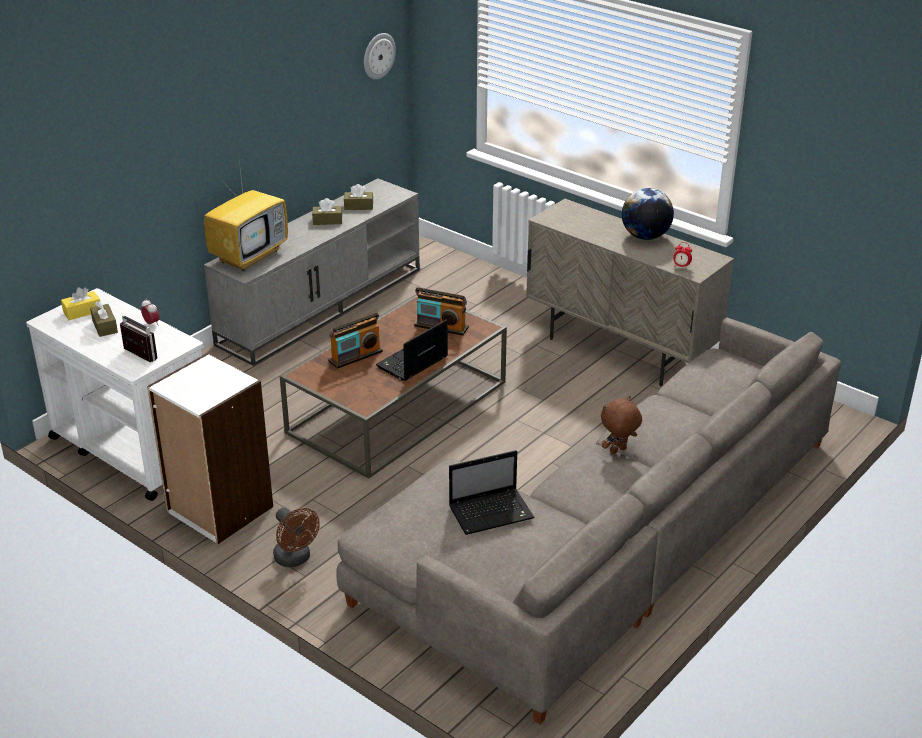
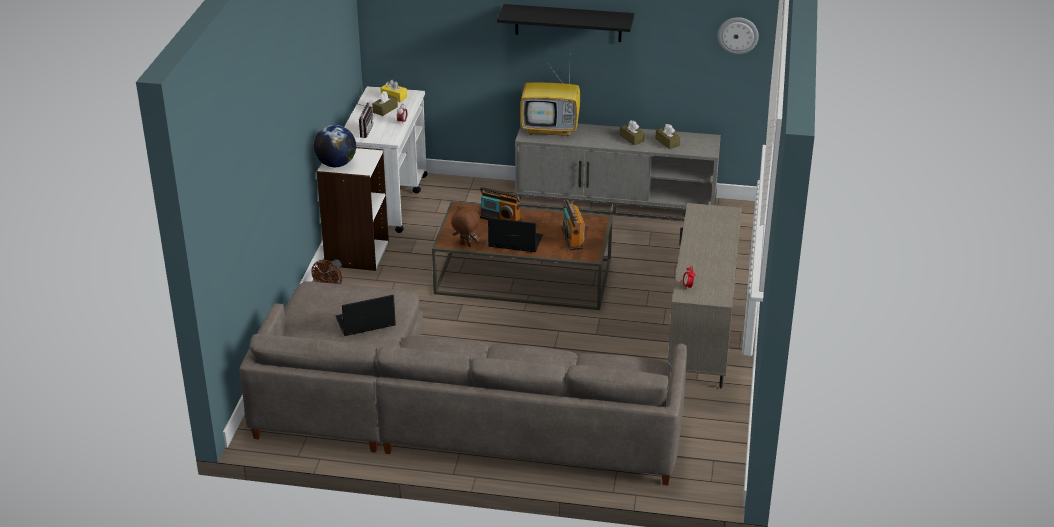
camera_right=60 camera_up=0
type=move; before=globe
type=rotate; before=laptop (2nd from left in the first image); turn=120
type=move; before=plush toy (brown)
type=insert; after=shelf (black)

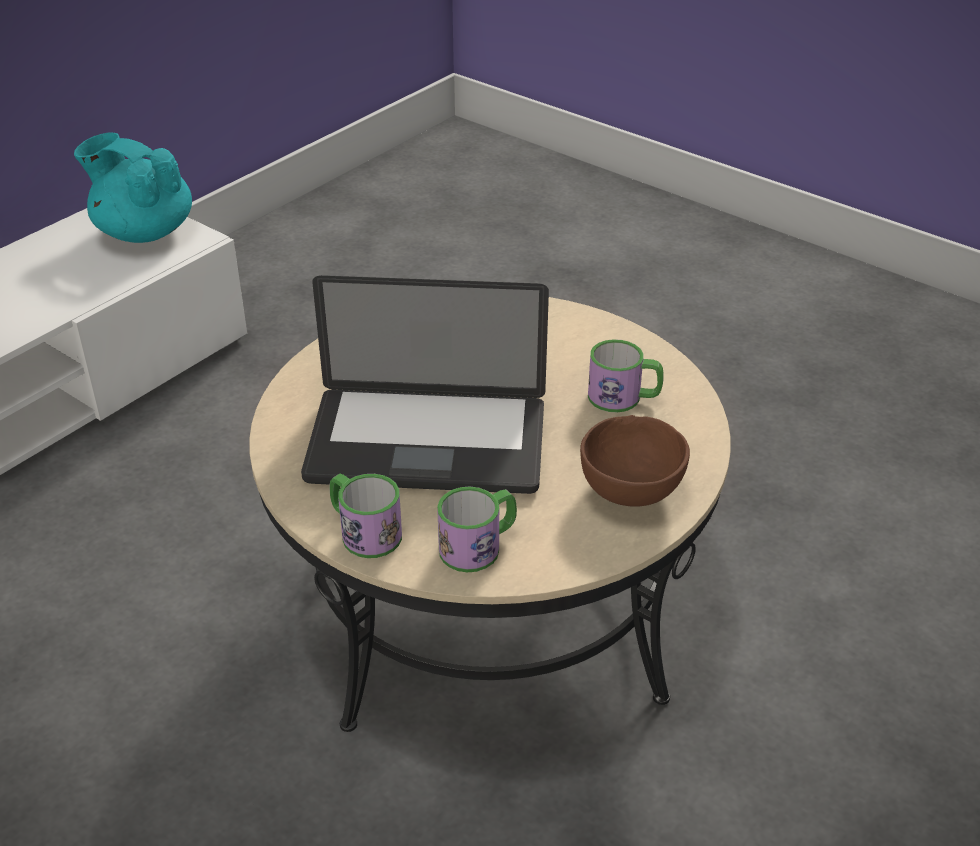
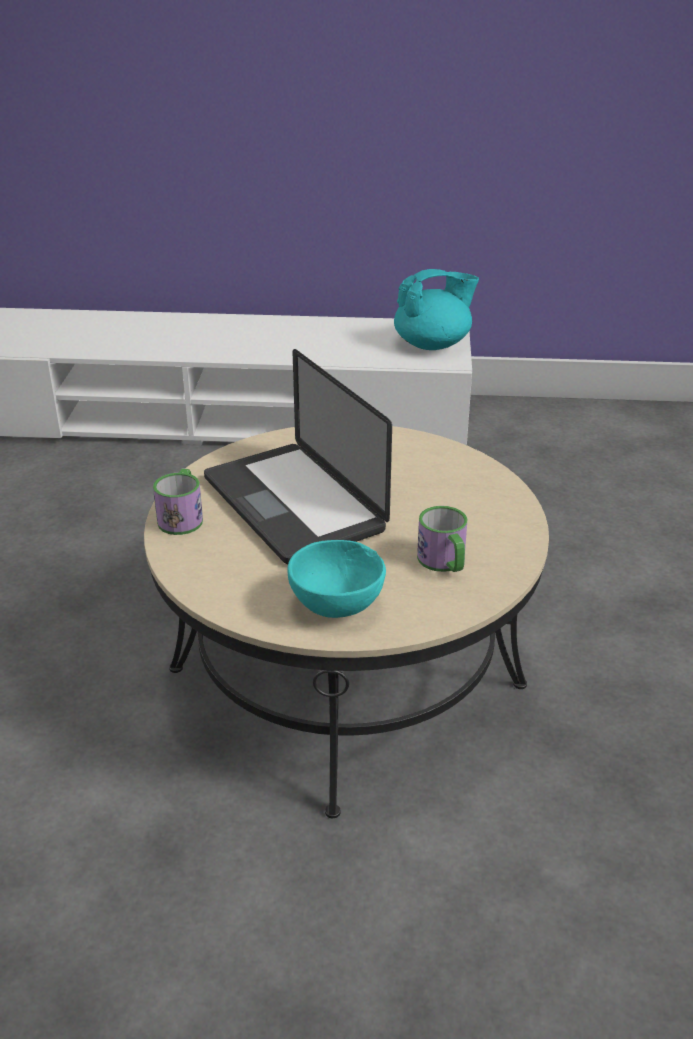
camera_right=55 camera_up=-5
type=recolor; before=bowl (brown); after=bowl (turquoise)
type=rotate; before=teapot (turquoise); turn=75
type=delete; before=mug (2nd from left)

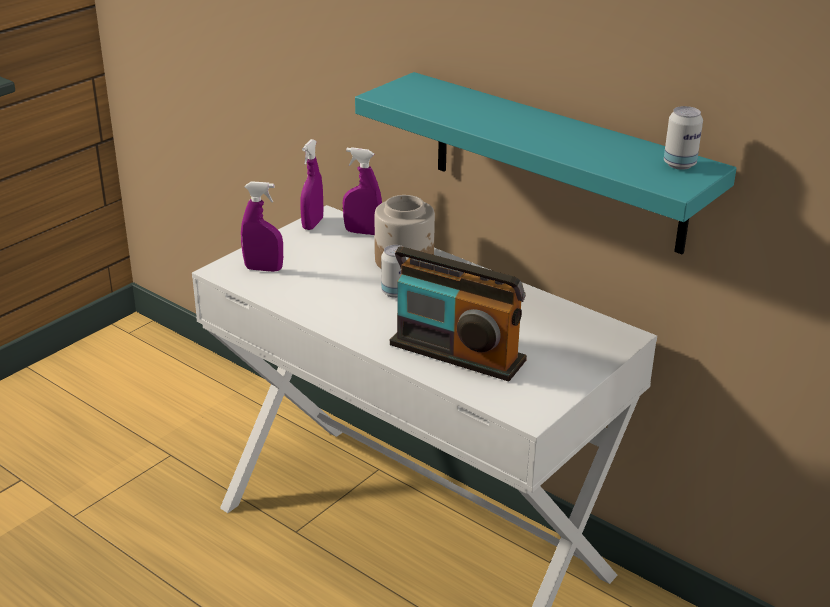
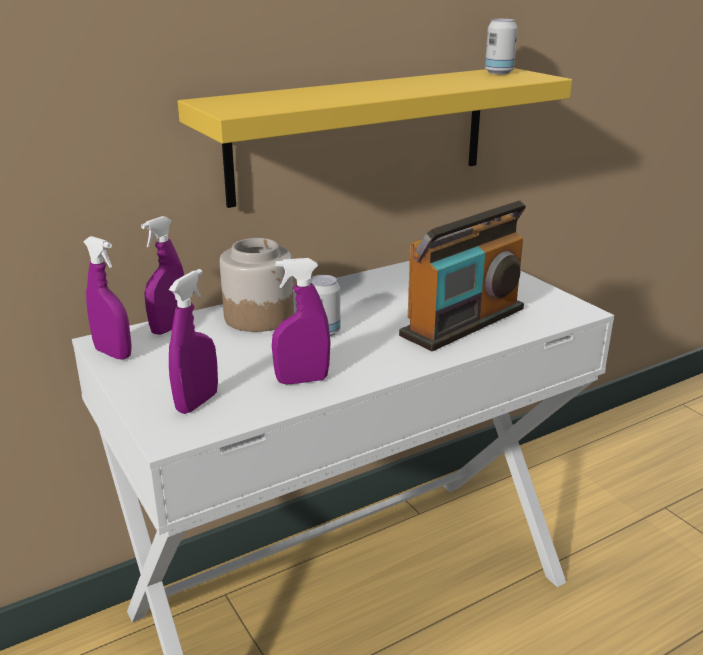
camera_right=-70 camera_up=-5
type=recolor; before=shelf (turquoise); after=shelf (yellow)
type=insert; after=spray bottle (purple) (4th from left)

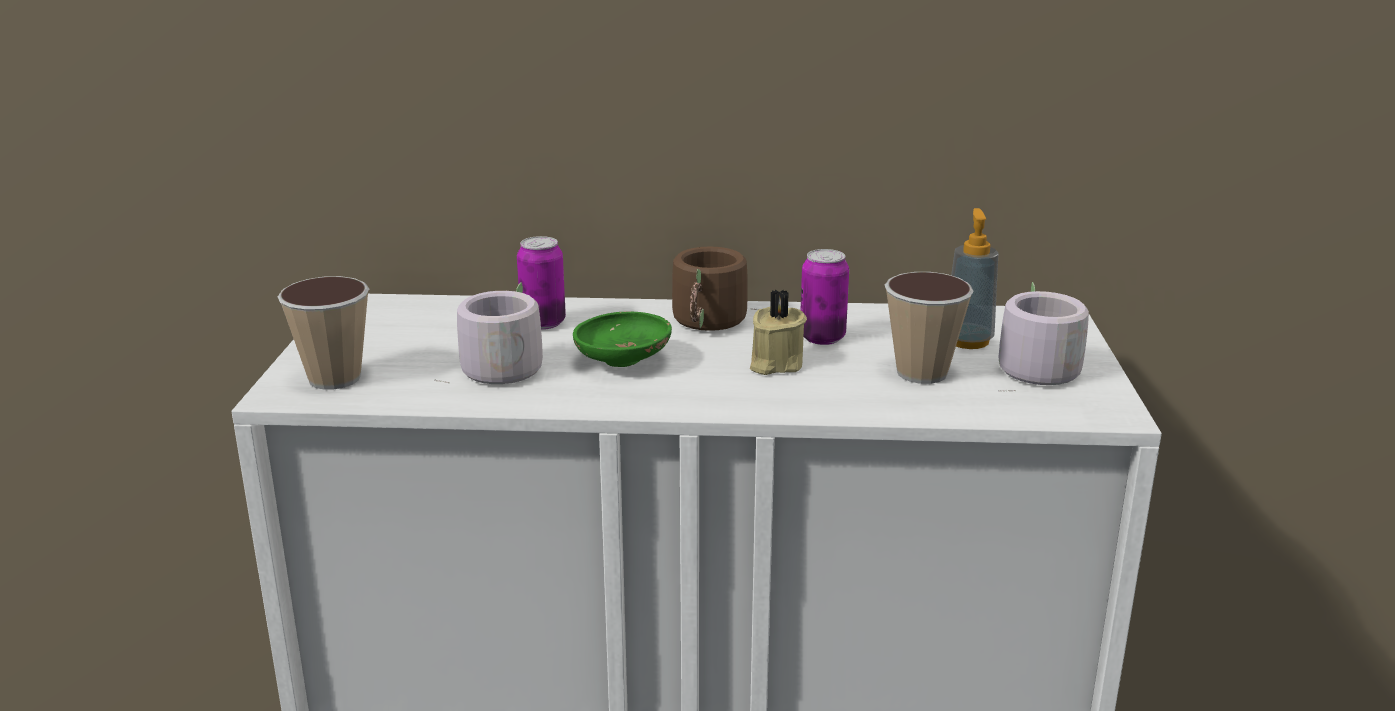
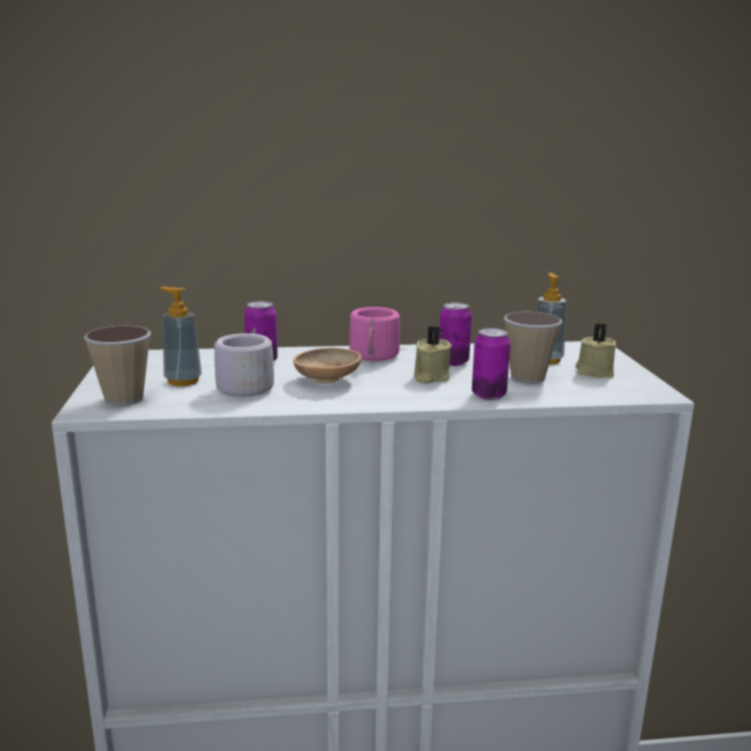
camera_right=-10 camera_up=-5
type=insert; after=soap dispenser (1st from left)
type=recolor; before=bowl (green); after=bowl (brown)
type=recolor; before=mug (brown); after=mug (pink)
type=insert; after=can (3rd from left)
type=replace; before=mug (grey) (2nd from left); after=candle (beige) (2nd from left)

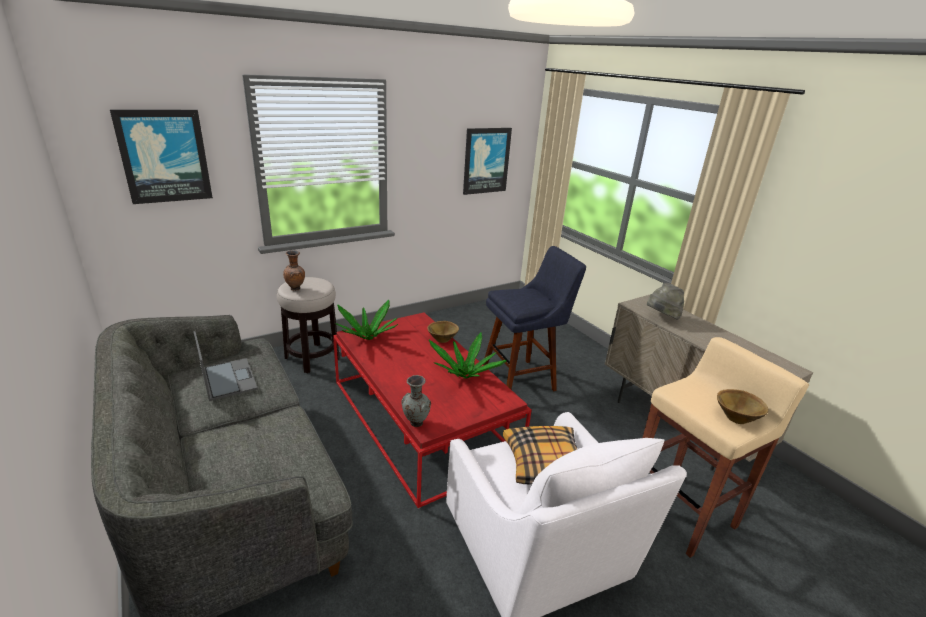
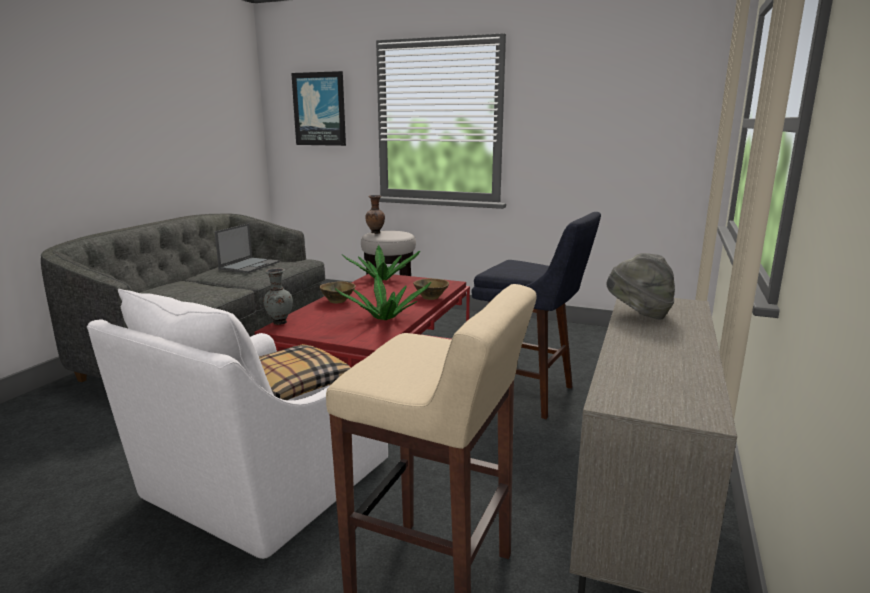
camera_right=55 camera_up=-10
type=move; before=bowl (brown) (2nd from left in the first image); after=bowl (brown) (1st from left)
type=delete; before=picture (2nd from left)

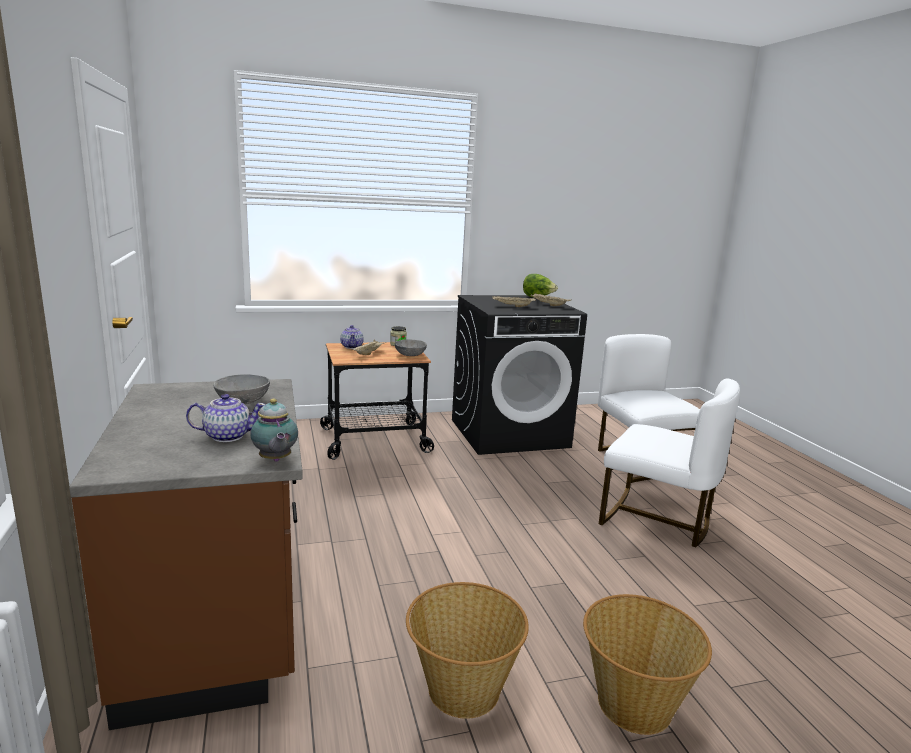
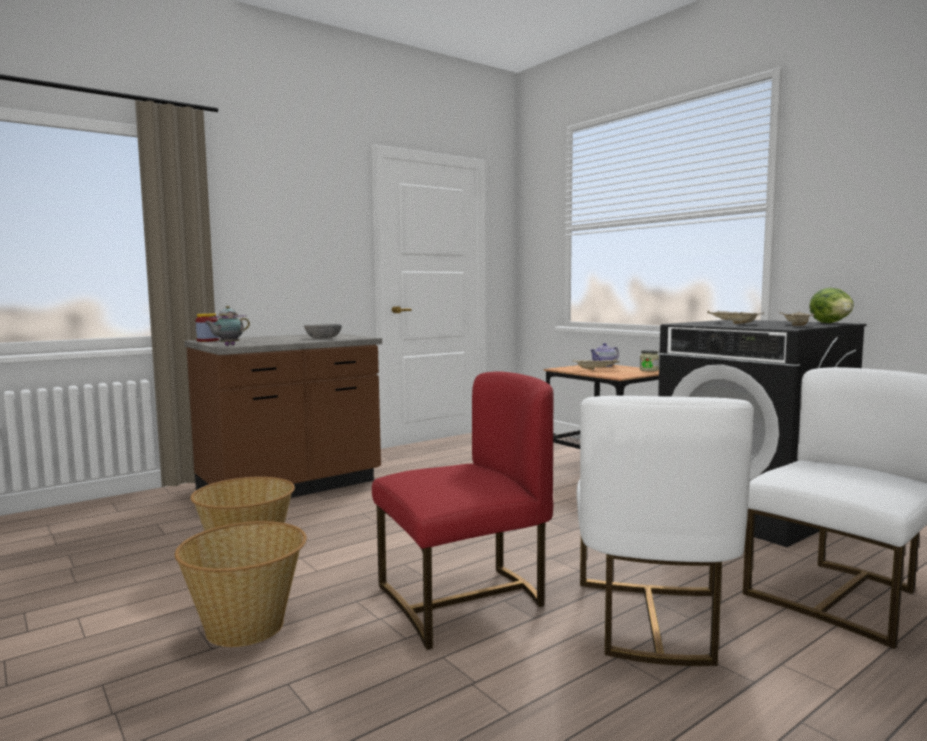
camera_right=70 camera_up=-10
type=insert; after=jar (1st from left)
type=insert; after=chair (red)
type=delete; before=teapot (1st from left)
type=delete; before=bowl (grey) (2nd from left)

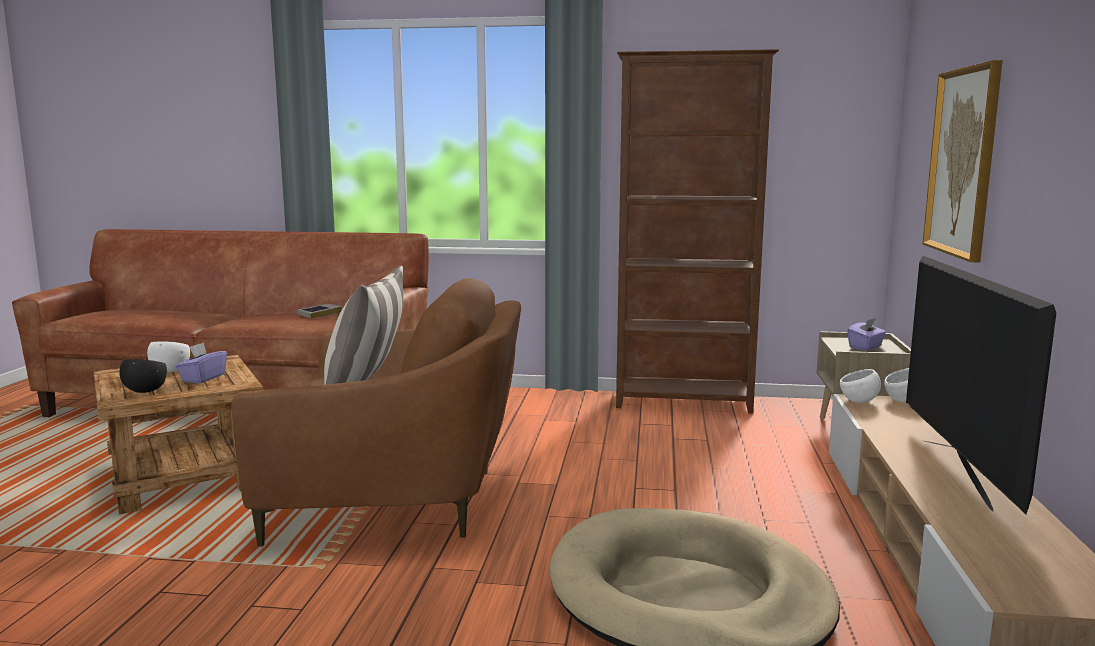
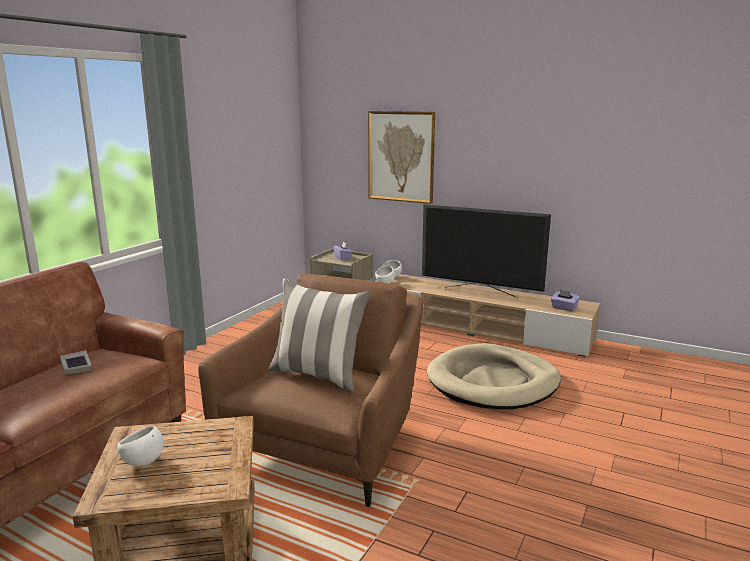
camera_right=-70 camera_up=5
type=move; before=tissue box (purple) (1st from left in the first image); after=tissue box (purple) (2nd from left)
type=delete; before=bowl (black)
type=delete; before=bookcase (brown)

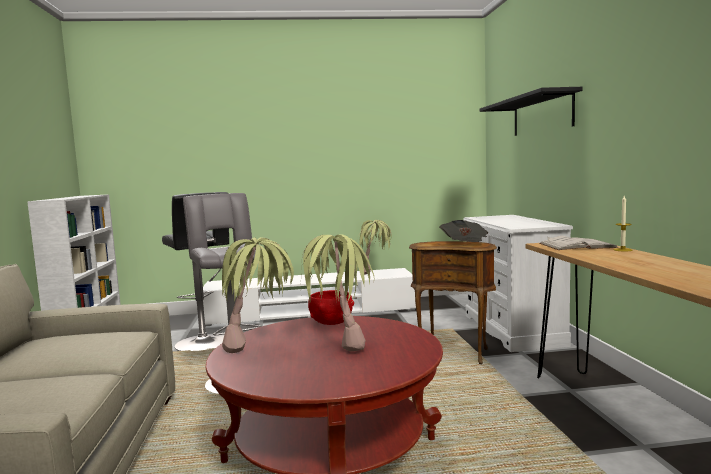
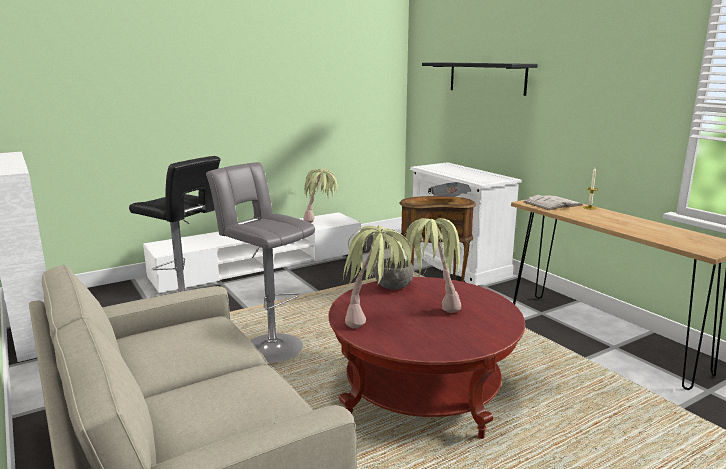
camera_right=-25 camera_up=10
type=recolor; before=bowl (red); after=bowl (grey)

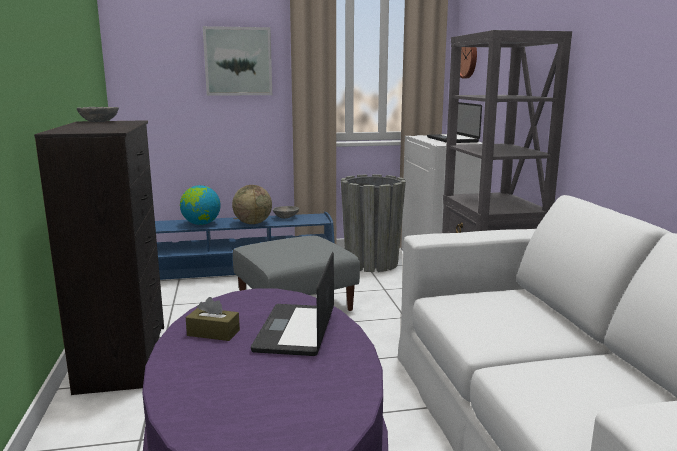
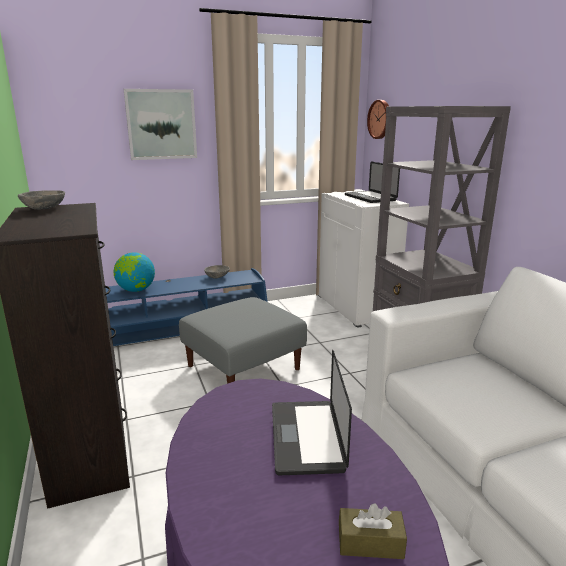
camera_right=-10 camera_up=5
type=move; before=tissue box (brown)
type=delete; before=globe (2nd from left)
type=delete; before=planter (grey)

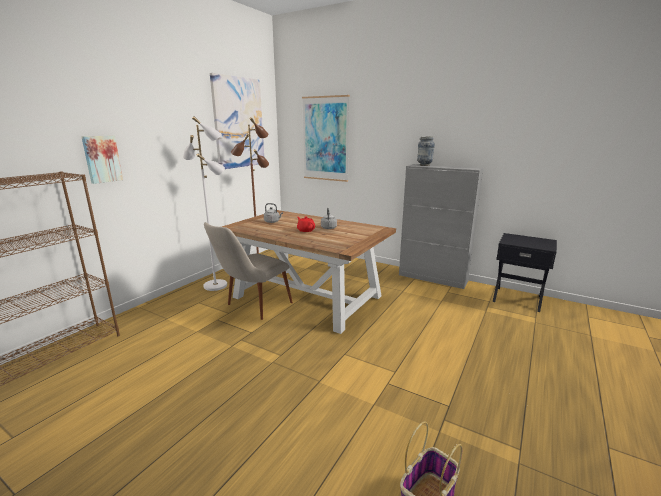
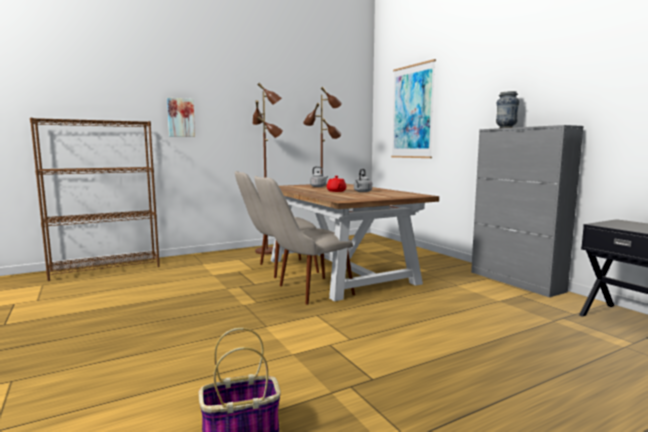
camera_right=30 camera_up=-10
type=recolor; before=floor lamp (white); after=floor lamp (brown) (1st from left)
type=insert; after=chair (beige) (2nd from left)
type=delete; before=picture (2nd from left)

